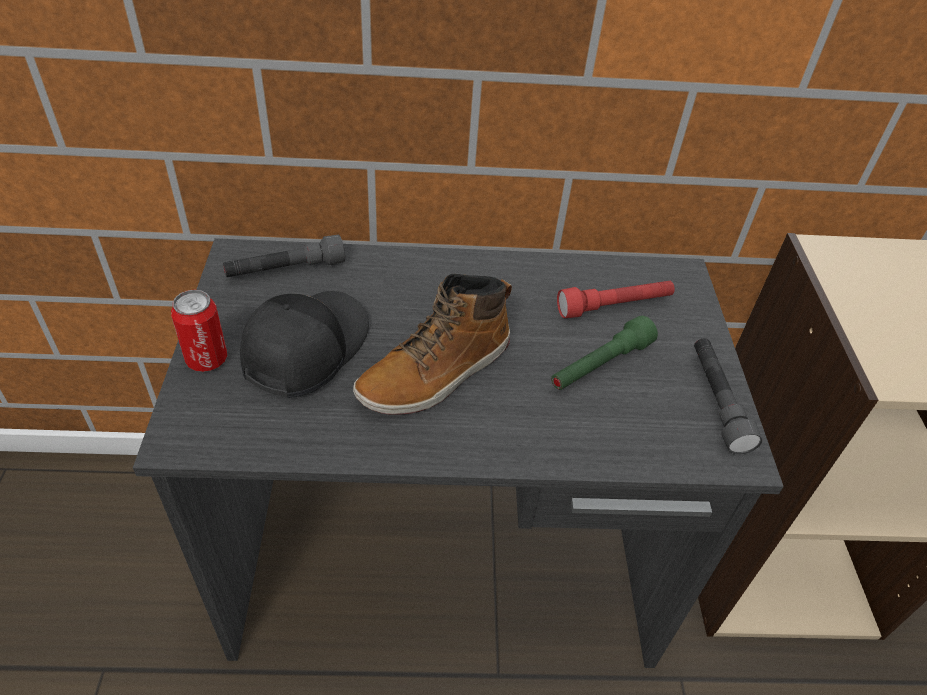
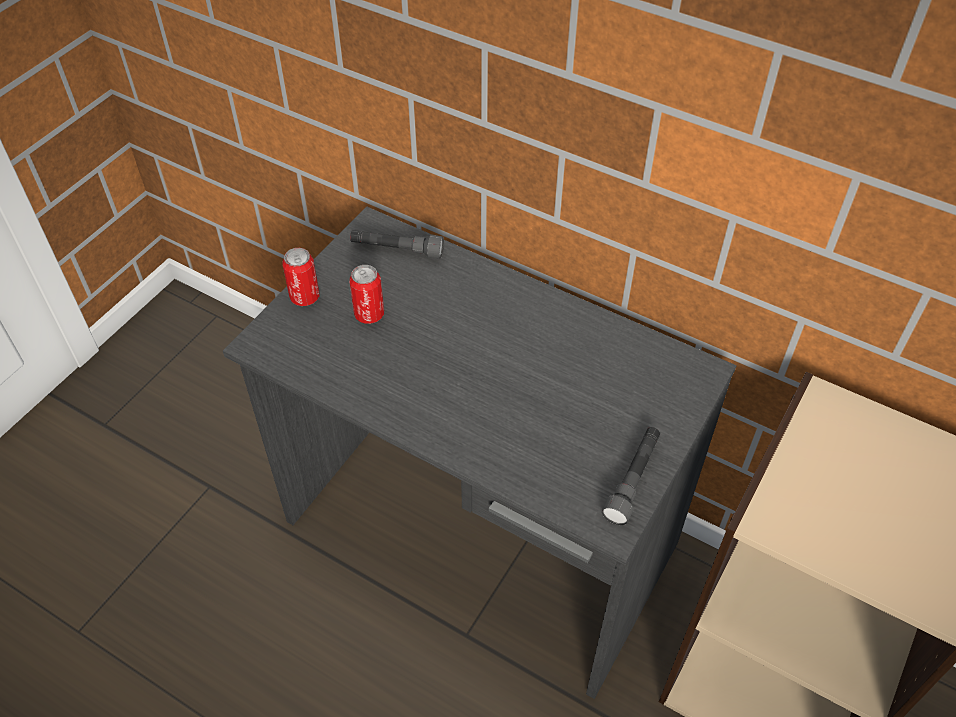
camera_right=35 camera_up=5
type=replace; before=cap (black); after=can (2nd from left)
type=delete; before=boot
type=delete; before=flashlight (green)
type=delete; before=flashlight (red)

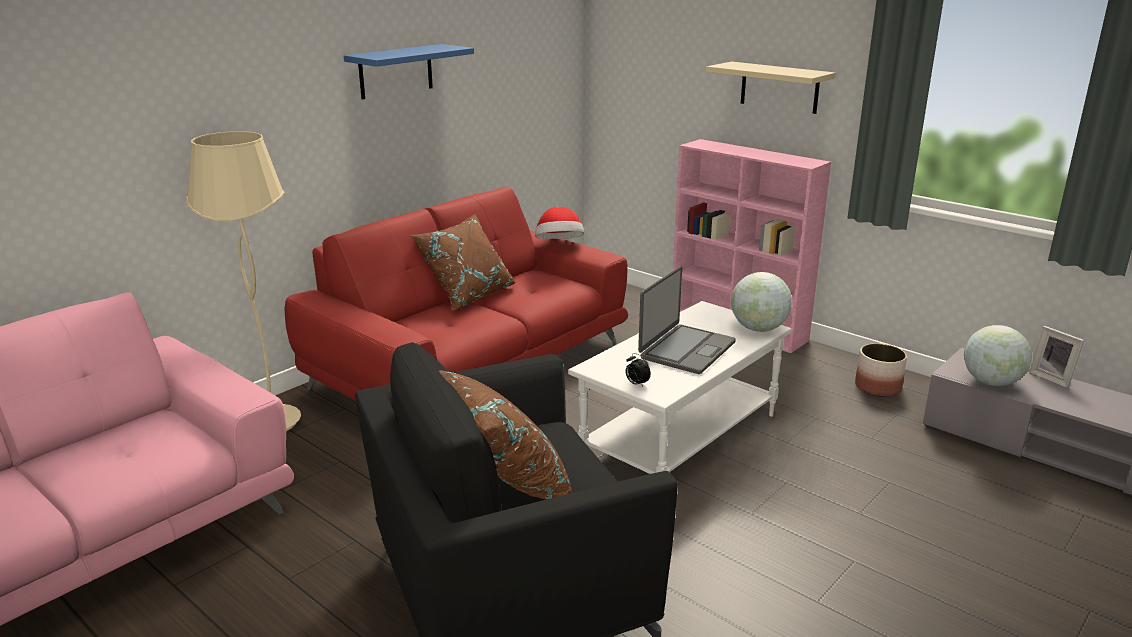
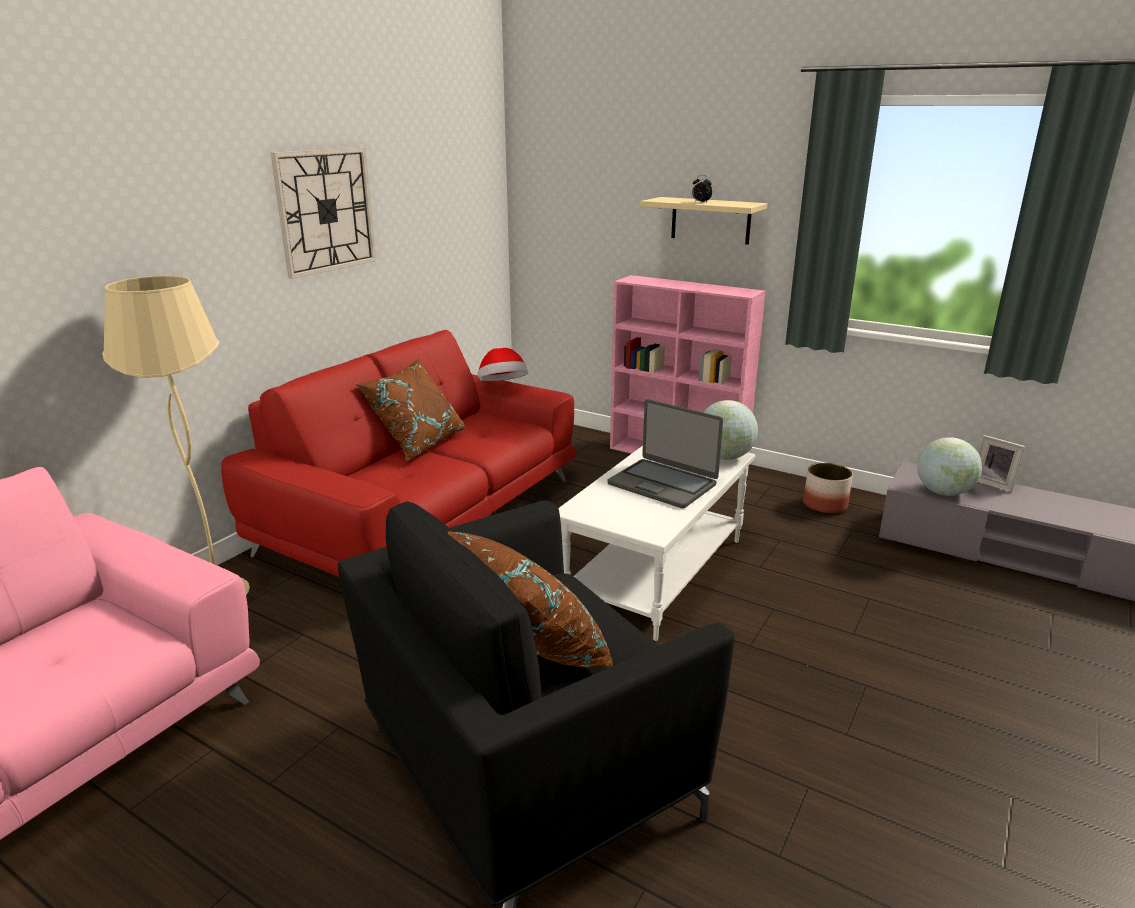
camera_right=-10 camera_up=0
type=replace; before=shelf (blue); after=wall clock
type=rotate; before=laptop; turn=105
type=move; before=alarm clock

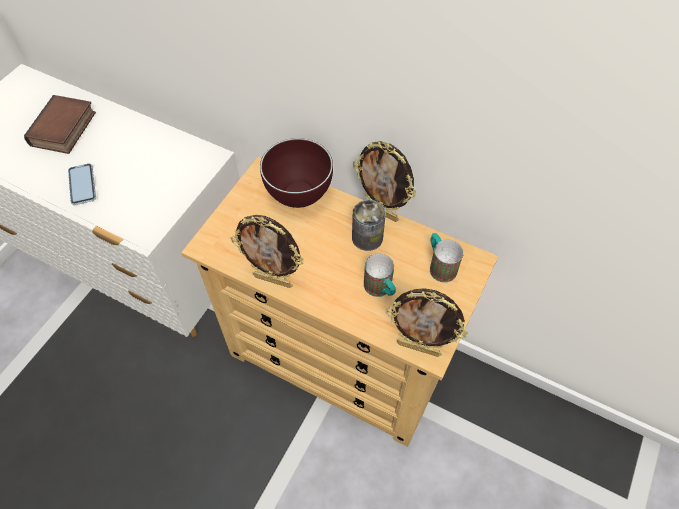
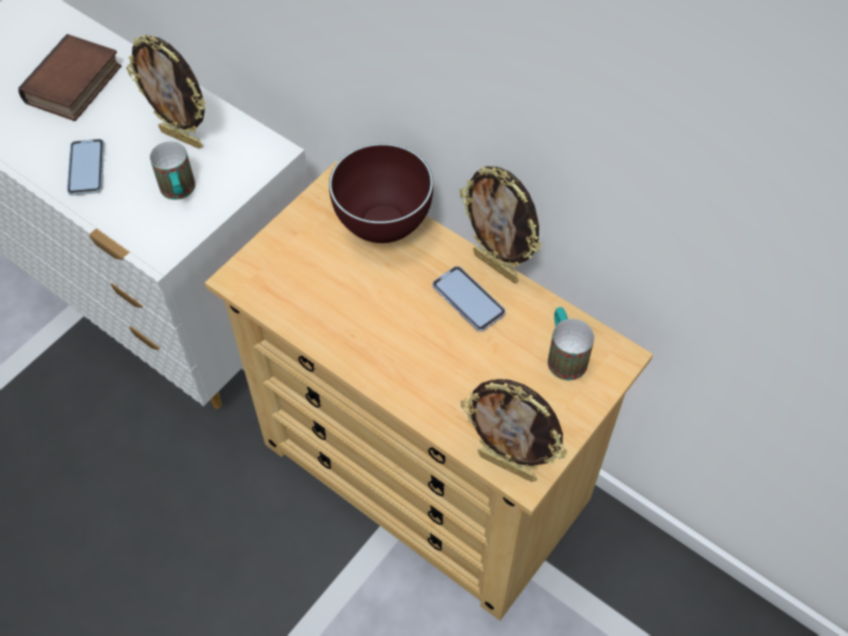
camera_right=10 camera_up=0
type=move; before=picture frame (1st from left)
type=move; before=mug (1st from left)
type=replace; before=can; after=phone (2nd from left)

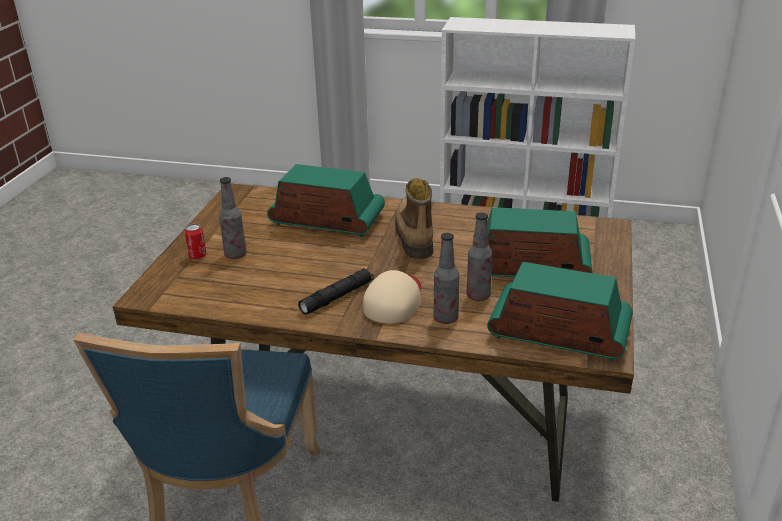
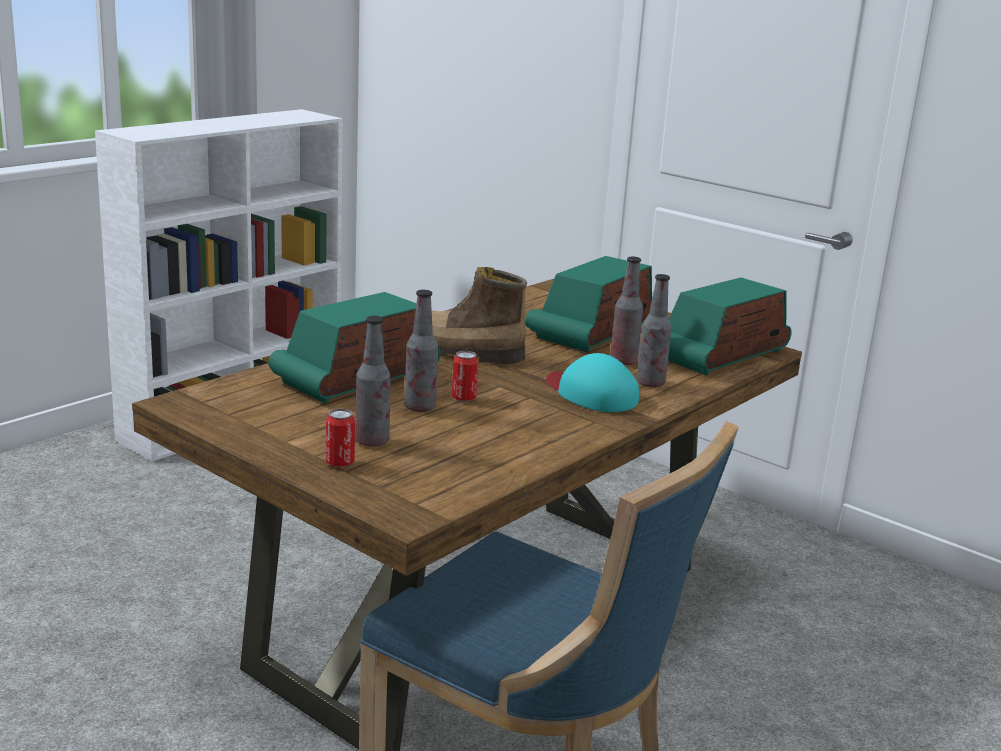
camera_right=-65 camera_up=-10
type=insert; after=bottle (2nd from left)
type=insert; after=can (2nd from left)
type=recolor; before=cap (beige); after=cap (turquoise)
type=delete; before=flashlight (black)

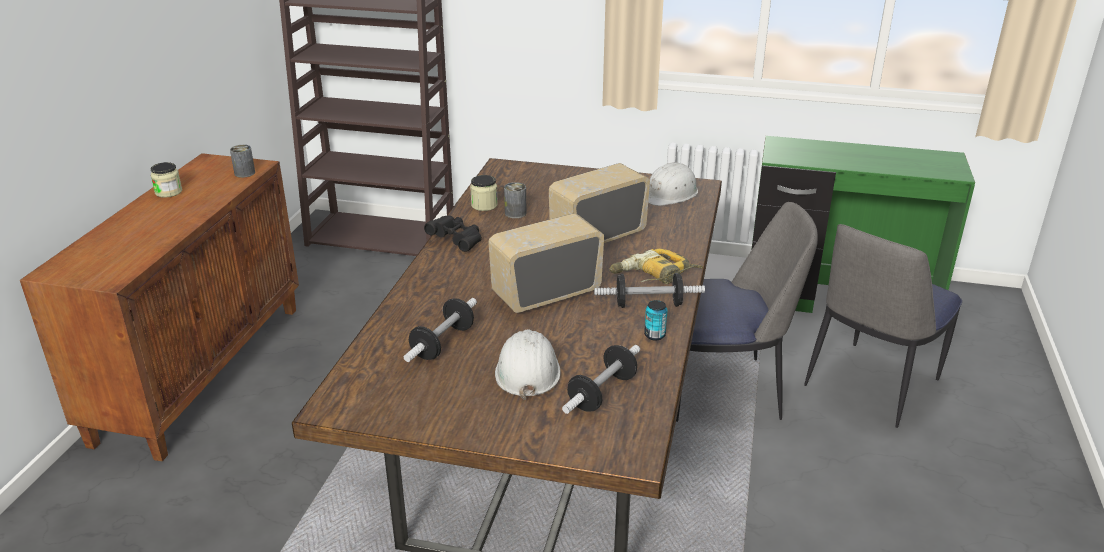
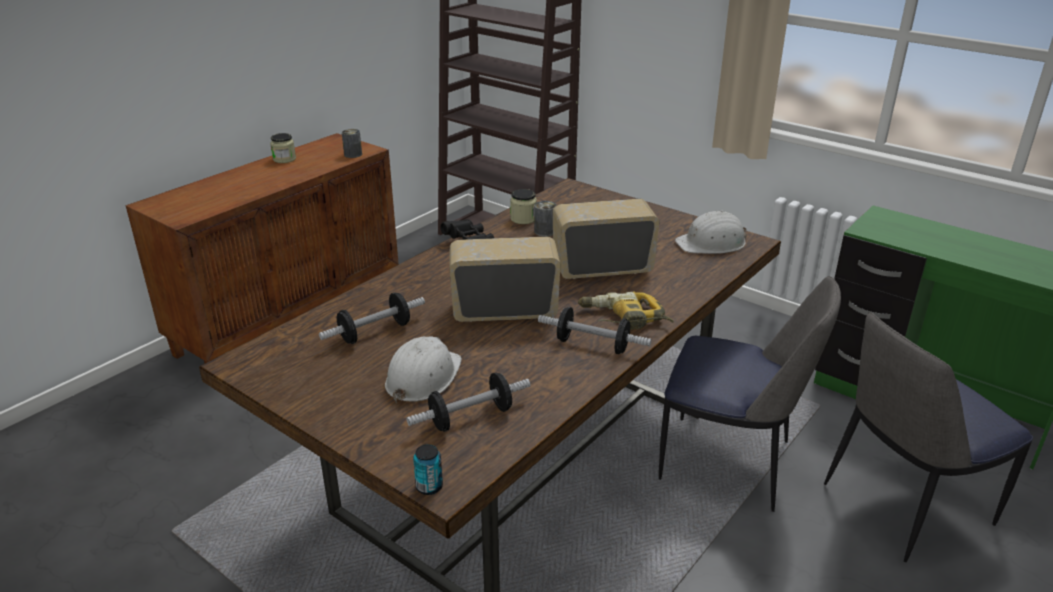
camera_right=25 camera_up=0
type=move; before=can (3rd from left in the first image); after=can (2nd from left)

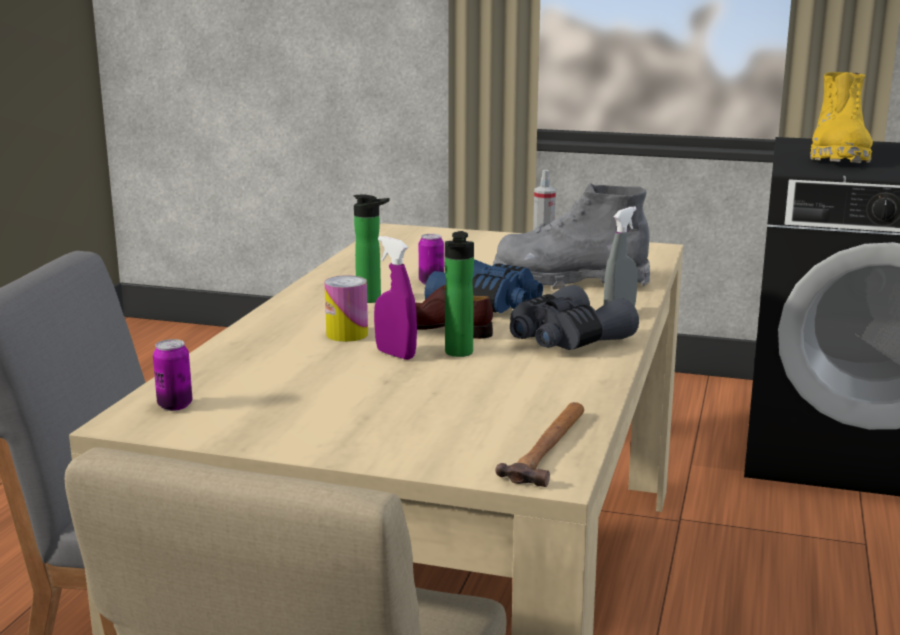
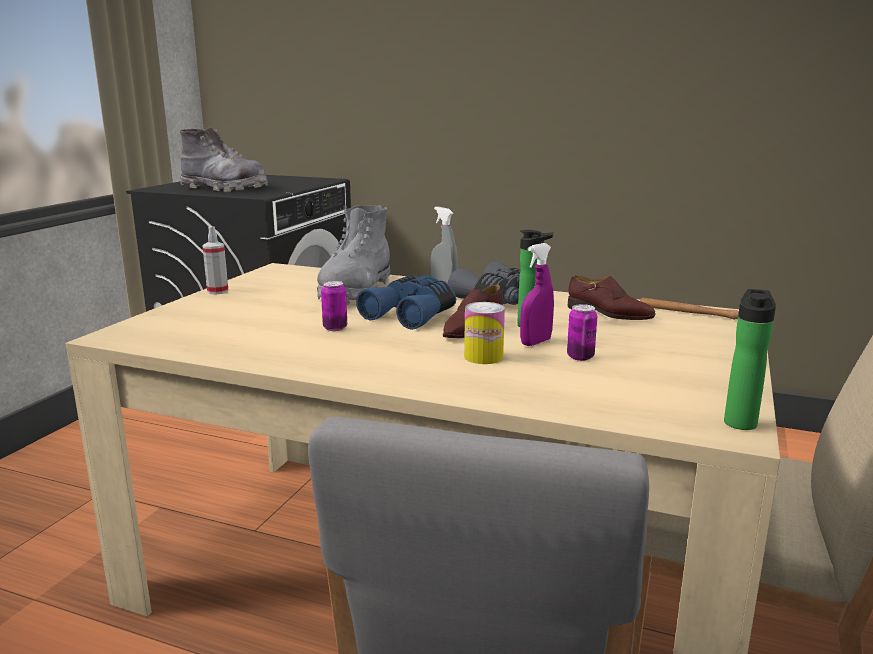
camera_right=-85 camera_up=0
type=recolor; before=boot (yellow); after=boot (grey) (1st from left)
type=move; before=can (1st from left in the first image); after=can (3rd from left)
type=insert; after=shoe (brown) (2nd from left)
type=move; before=bottle (1st from left in the first image); after=bottle (2nd from left)

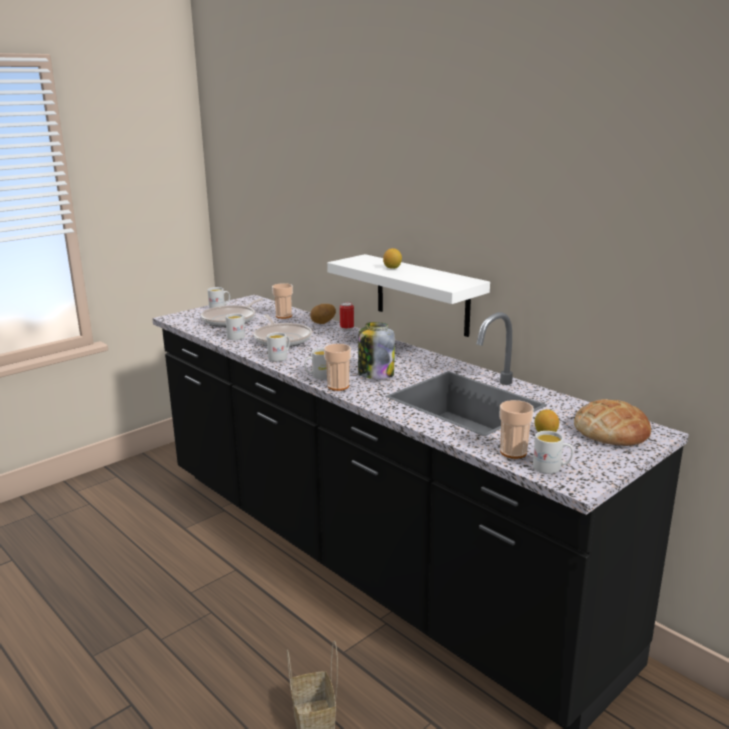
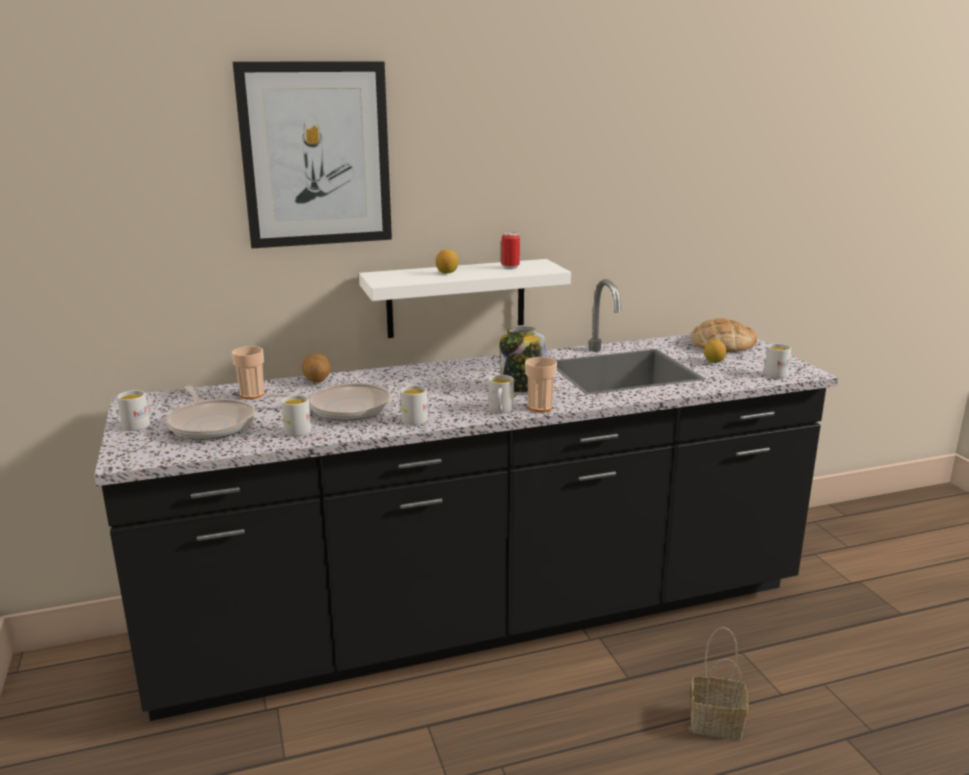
camera_right=-65 camera_up=0
type=insert; after=picture
type=move; before=can
type=delete; before=cup (3rd from left)

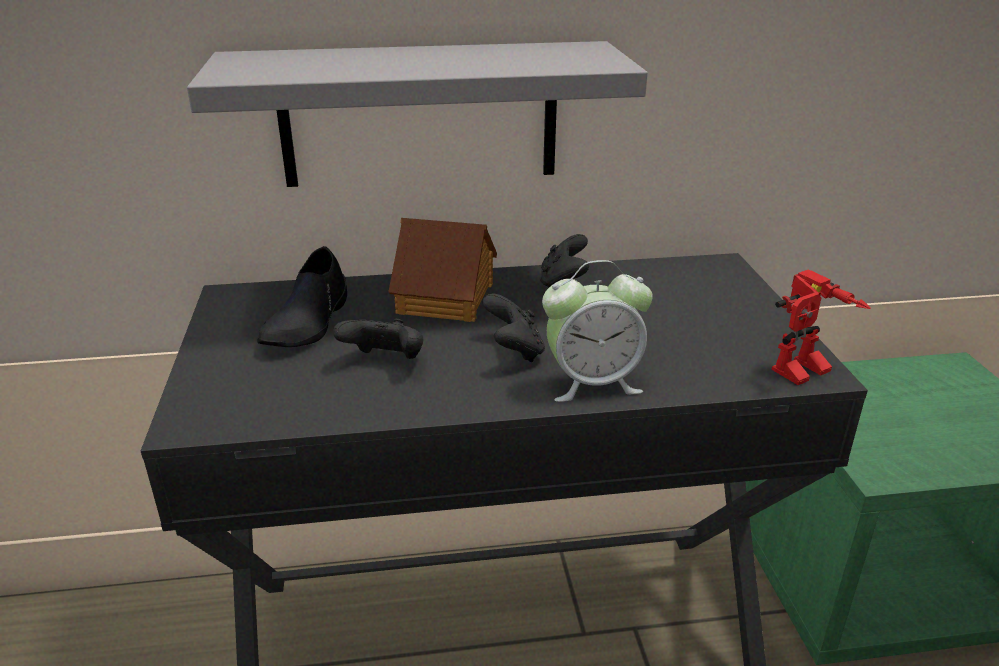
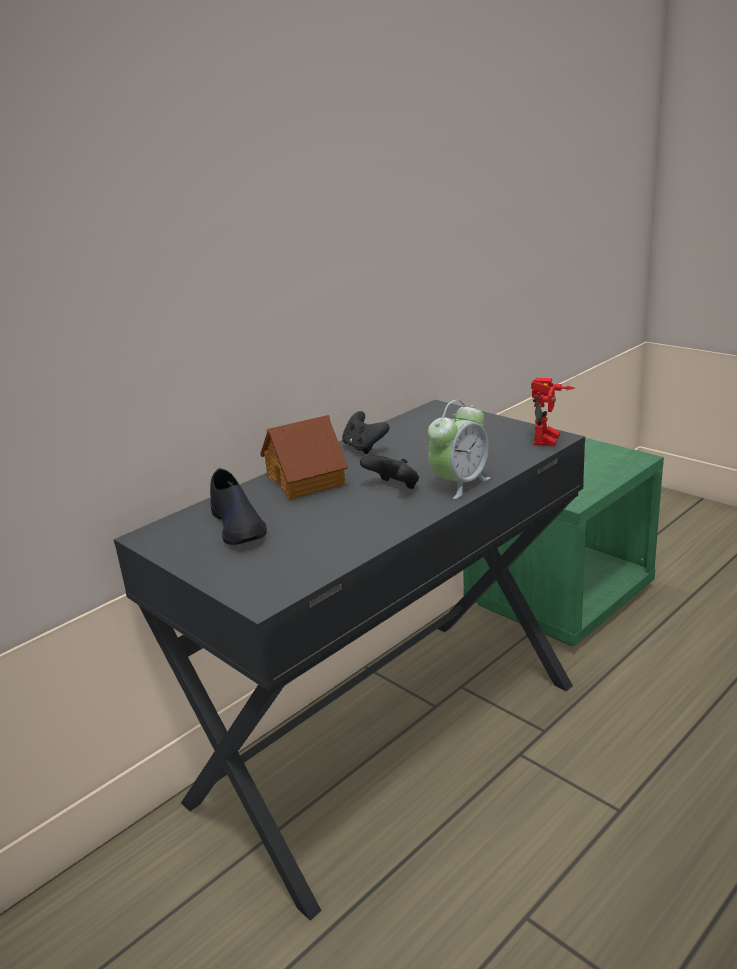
camera_right=-35 camera_up=-5
type=delete; before=shelf (grey)
type=delete; before=game controller (black) (1st from left)

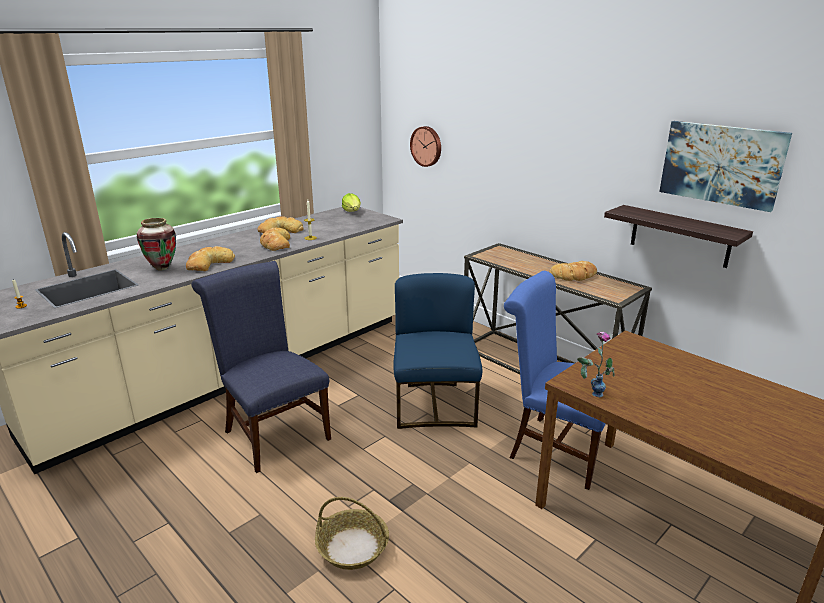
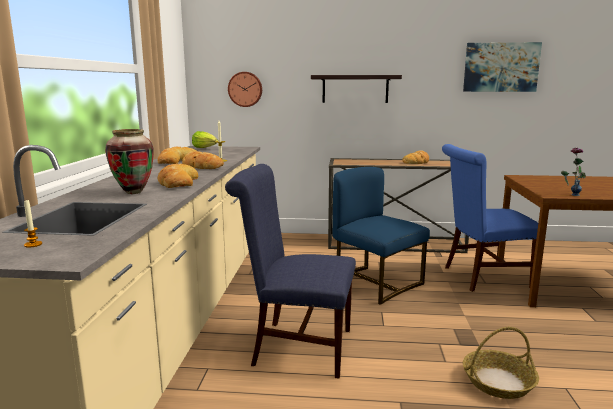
camera_right=-40 camera_up=-10
type=move; before=shelf

